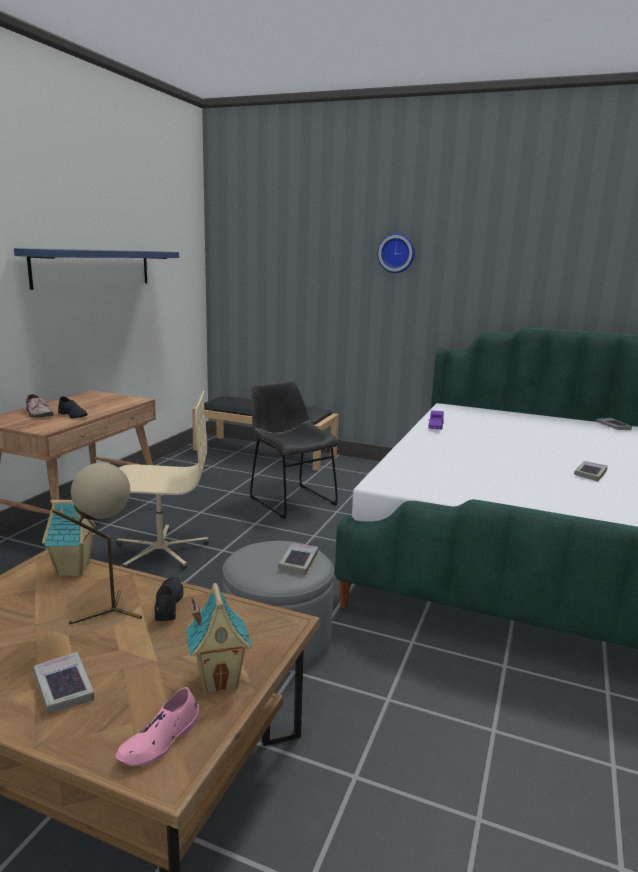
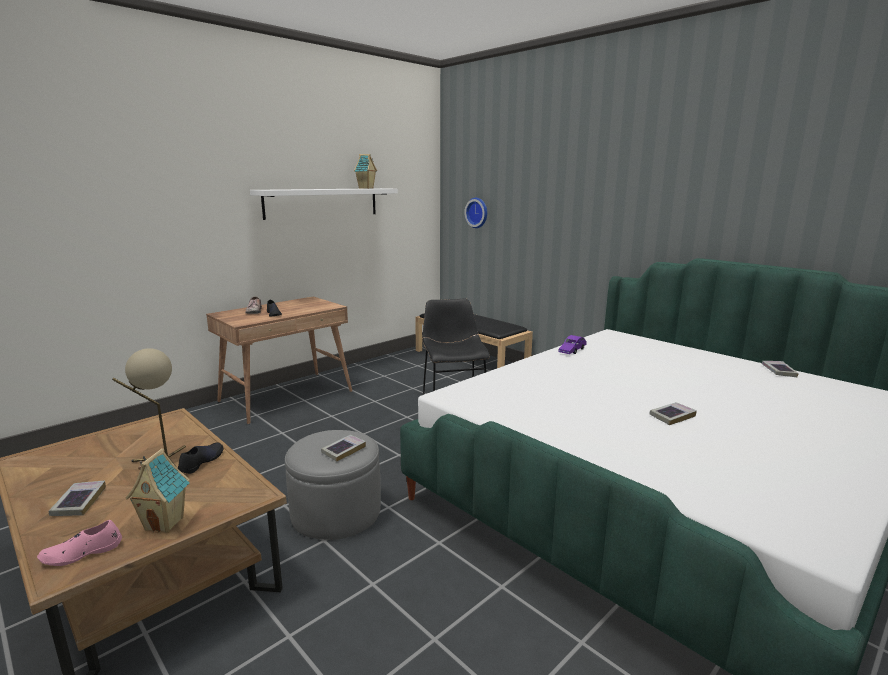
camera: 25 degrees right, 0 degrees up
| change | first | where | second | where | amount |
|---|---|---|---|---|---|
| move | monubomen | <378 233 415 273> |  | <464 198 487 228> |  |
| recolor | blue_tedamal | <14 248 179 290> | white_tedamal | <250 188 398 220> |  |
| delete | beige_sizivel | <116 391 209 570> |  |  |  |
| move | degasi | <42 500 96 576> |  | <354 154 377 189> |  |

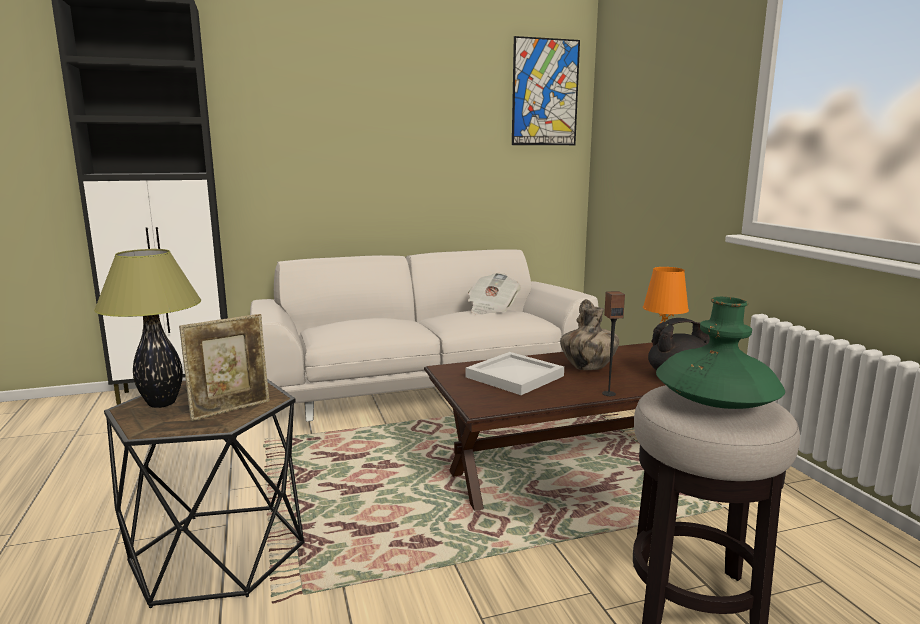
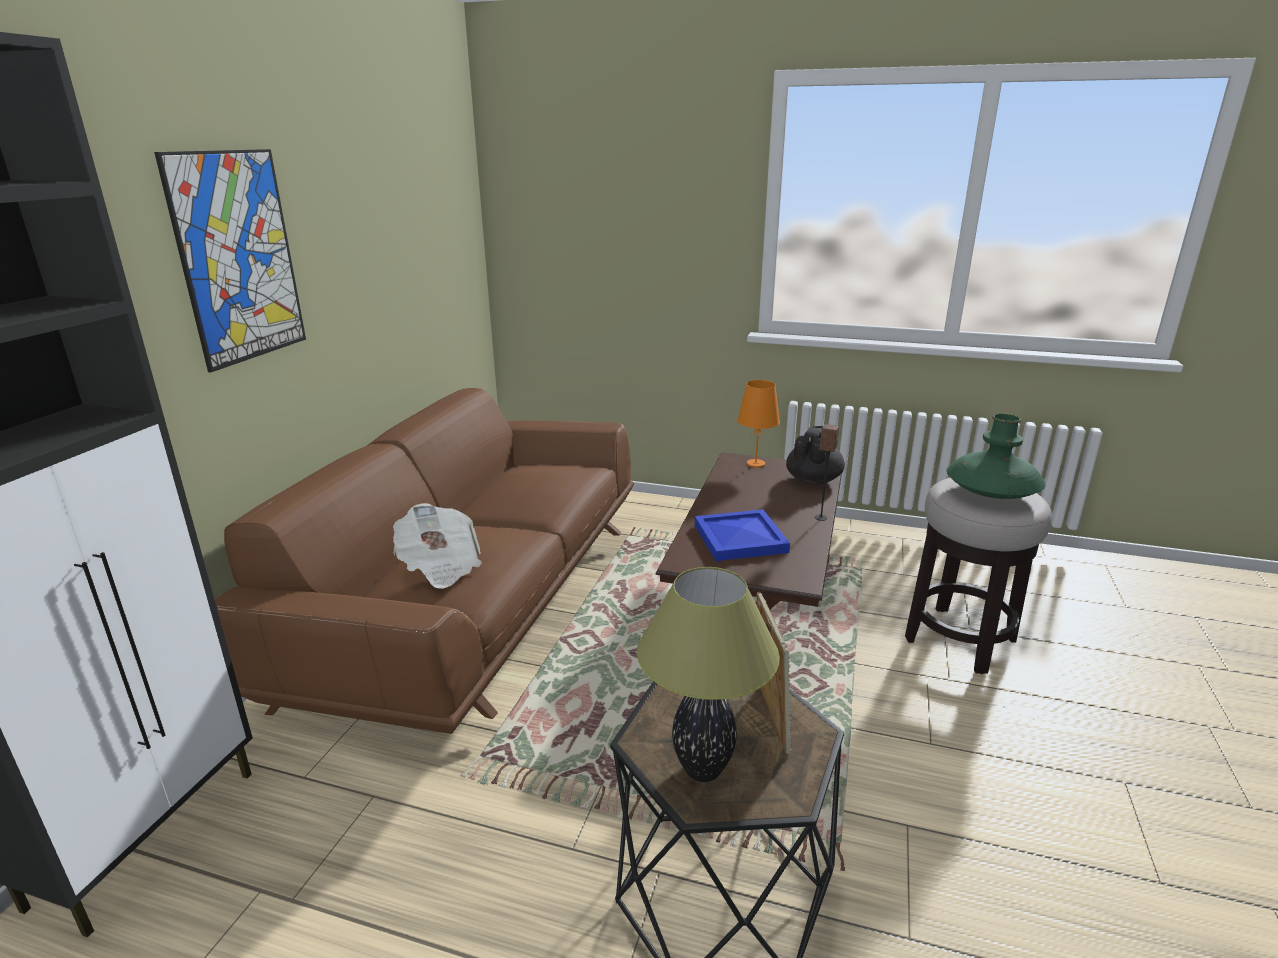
camera: 55 degrees left, 10 degrees up
| change | first | where | second | where | amount |
|---|---|---|---|---|---|
| move | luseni | <512 36 580 145> |  | <154 149 306 372> |  |
| recolor | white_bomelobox | <250 249 599 421> | brown_bomelobox | <214 388 634 734> |  |
| move | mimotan | <468 273 521 315> |  | <393 503 482 589> |  |
| delete | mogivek | <560 299 619 370> |  |  |  |
| recolor | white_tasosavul | <466 352 564 395> | blue_tasosavul | <695 509 790 561> |  |

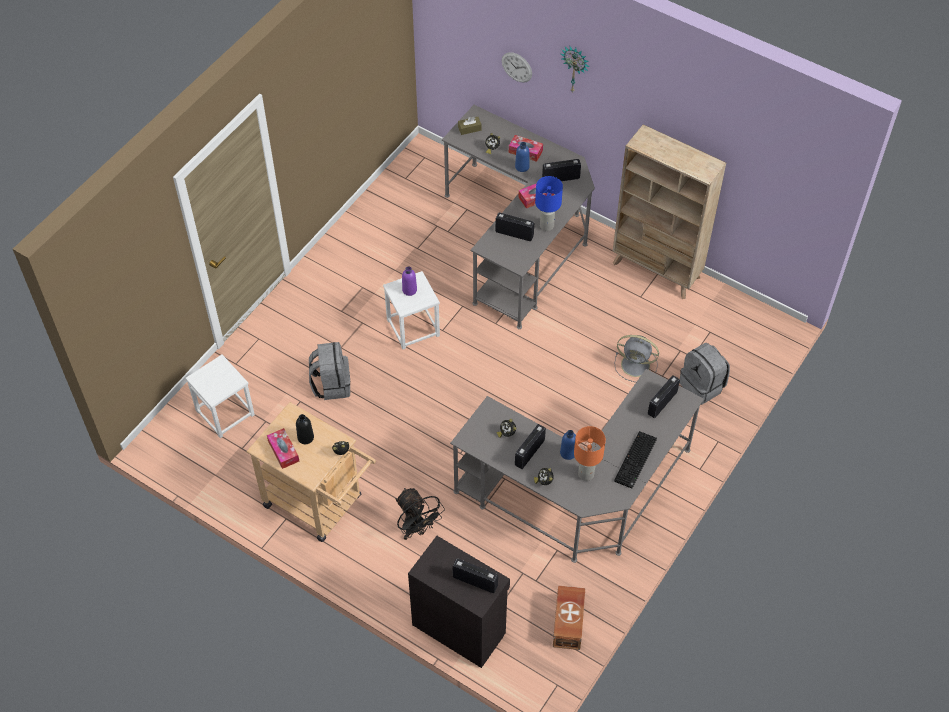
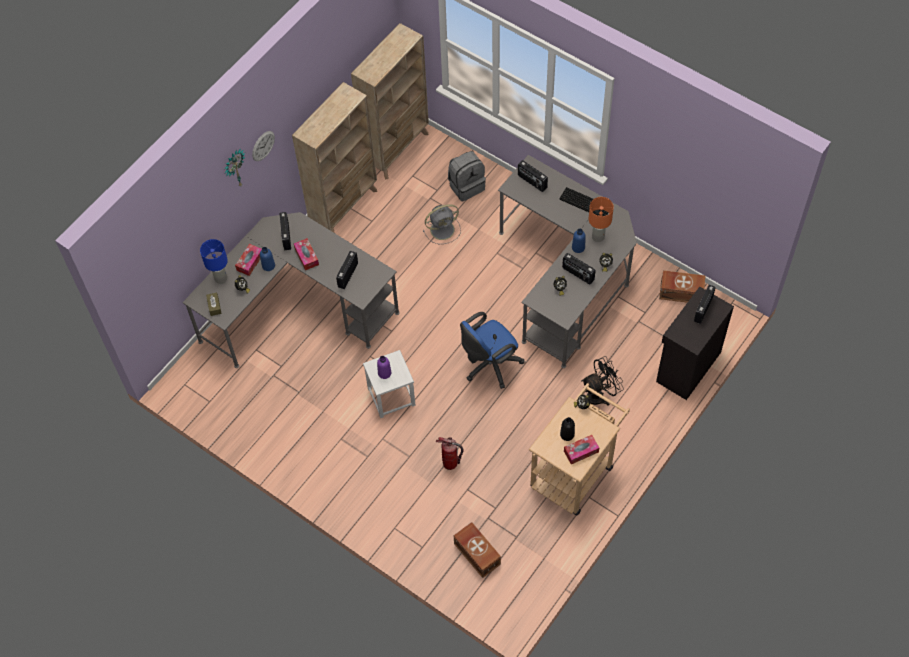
camera: 85 degrees left, 5 degrees up
| change | first | where | second | where | amount |
|---|---|---|---|---|---|
| move | monubomen | <502 52 532 83> |  | <252 131 275 161> |  |
| move | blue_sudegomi | <535 176 563 231> |  | <200 239 228 284> |  |
| rotate | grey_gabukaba | <614 335 659 382> |  | <423 204 461 244> | 45 degrees clockwise |
| replace | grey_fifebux | <309 342 350 400> | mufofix | <436 437 464 470> |  |
| replace | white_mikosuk | <185 355 255 438> | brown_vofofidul | <454 522 501 578> |  |
| insert |  |  | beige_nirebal | <351 23 429 179> |  |
| insert |  |  | blue_sizivel | <460 312 524 389> |  |

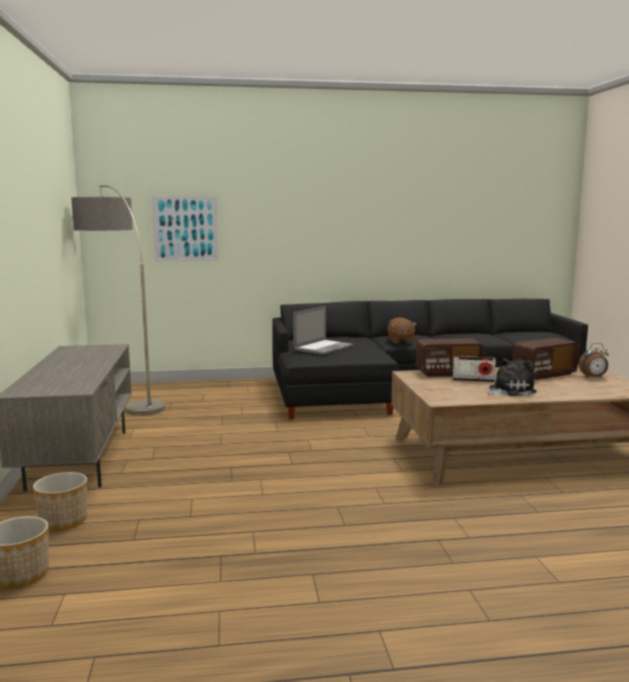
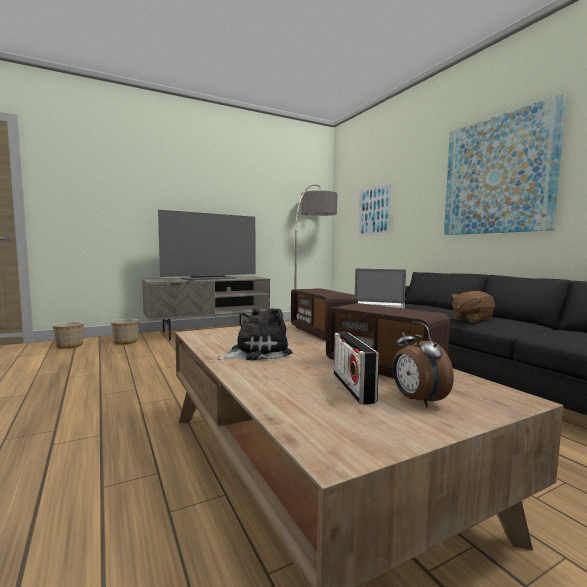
camera: 70 degrees right, 5 degrees down
| change | first | where | second | where | amount |
|---|---|---|---|---|---|
| move | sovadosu | <452 356 496 382> |  | <334 332 379 404> |  |
| rotate | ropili | <487 358 537 396> |  | <217 308 292 360> | 75 degrees counterclockwise |
| insert |  |  | luseni | <444 93 566 235> |  |
| insert |  |  | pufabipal | <158 210 255 281> |  |

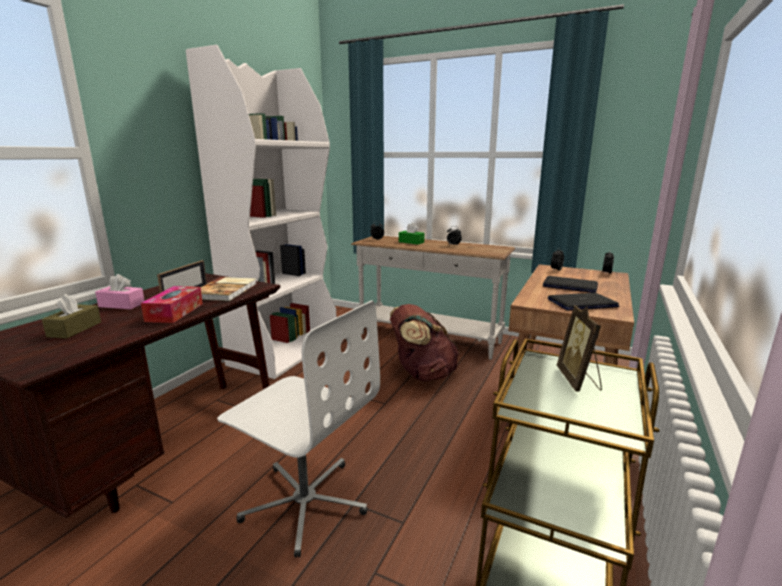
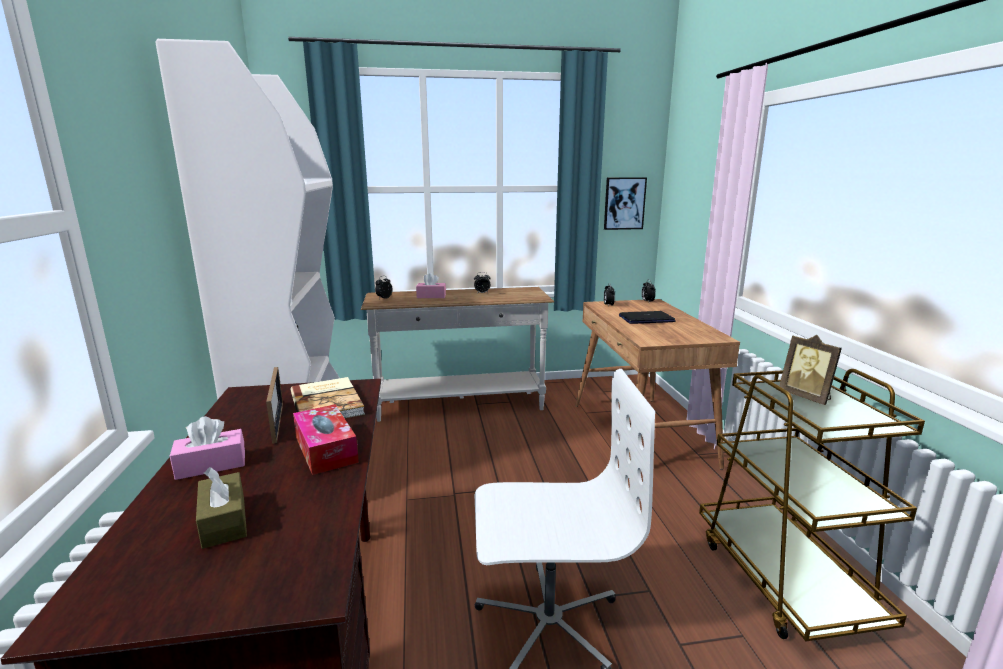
camera: 35 degrees left, 0 degrees up
| change | first | where | second | where | amount |
|---|---|---|---|---|---|
| recolor | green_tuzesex | <399 223 425 245> | pink_tuzesex | <416 273 446 298> |  |
| delete | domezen | <548 293 619 310> |  |  |  |
| delete | brown_fifebux | <390 304 460 382> |  |  |  |
| insert |  |  | luseni | <604 177 647 230> |  |

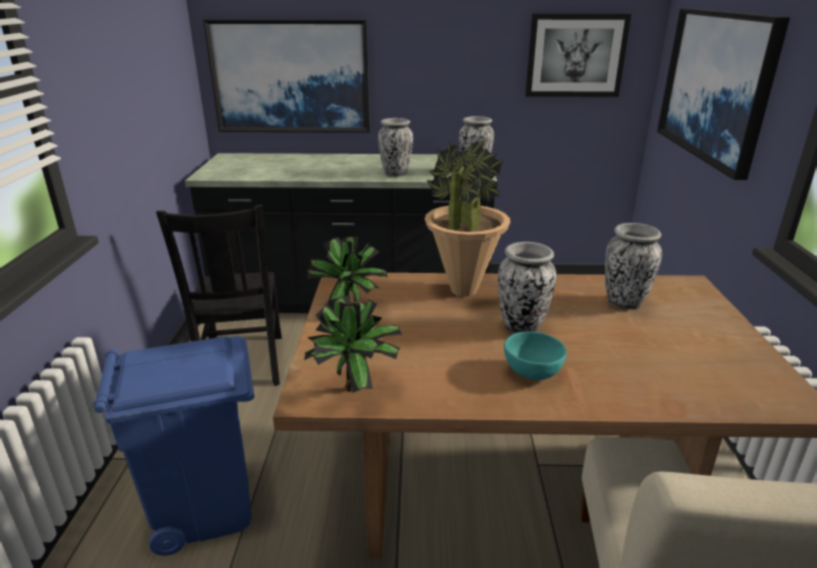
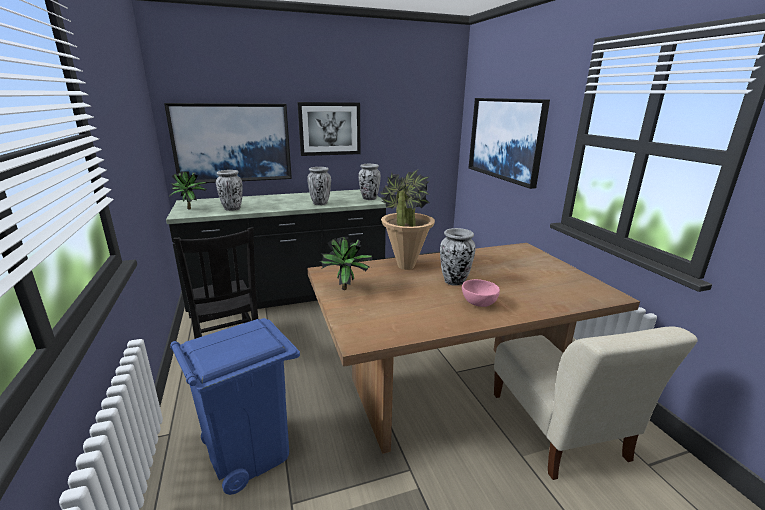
camera: 20 degrees left, 5 degrees down
| change | first | where | second | where | amount |
|---|---|---|---|---|---|
| move | luseni | <525 14 631 97> |  | <297 102 360 156> |  |
| move | mogivek | <605 223 662 310> |  | <216 170 242 211> |  |
| move | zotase | <304 296 402 393> |  | <169 171 207 209> |  |
| recolor | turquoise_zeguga | <504 331 567 380> | pink_zeguga | <462 279 500 307> |  |

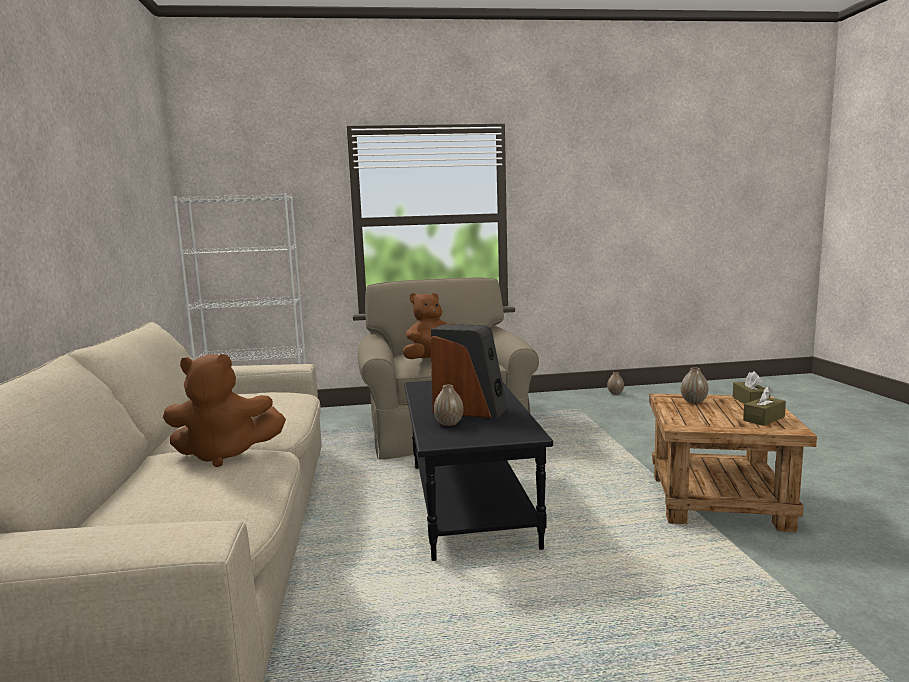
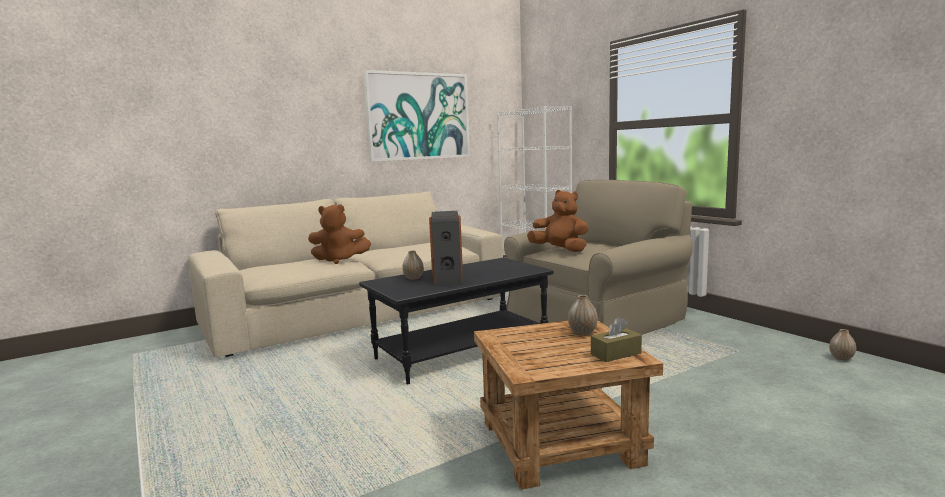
camera: 65 degrees right, 0 degrees up
| change | first | where | second | where | amount |
|---|---|---|---|---|---|
| rotate | brown_ropili | <163 354 286 467> |  | <308 204 371 264> | 60 degrees counterclockwise |
| delete | brown_tuzesex | <743 386 786 426> |  |  |  |
| insert |  |  | luseni | <363 70 470 162> |  |

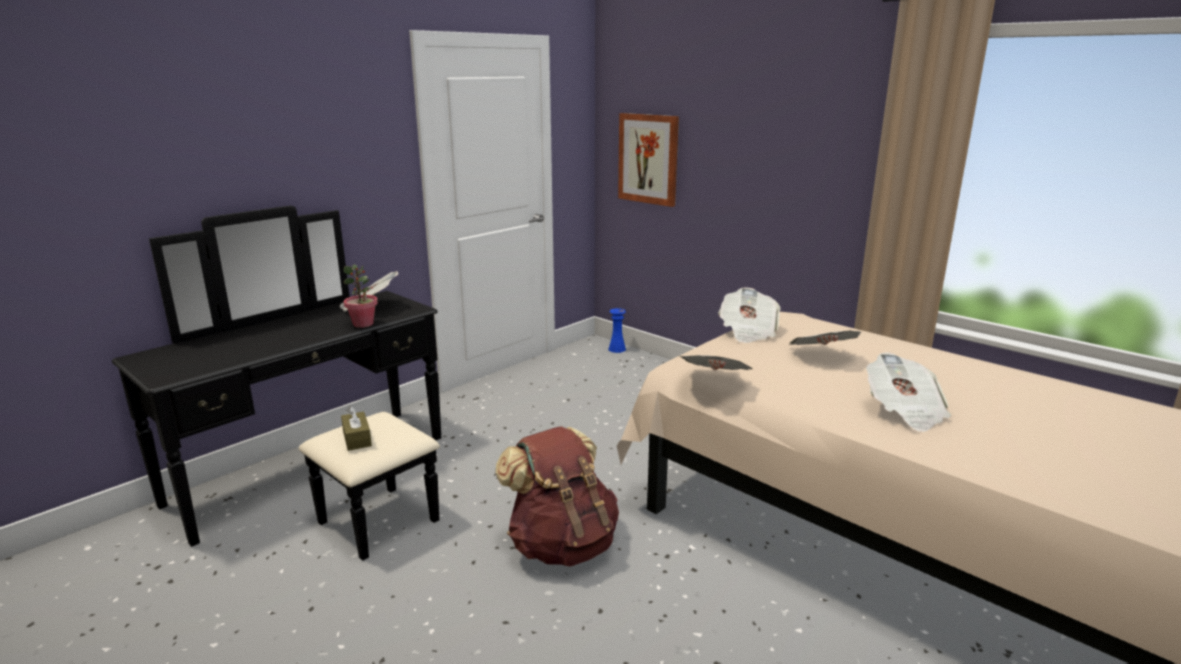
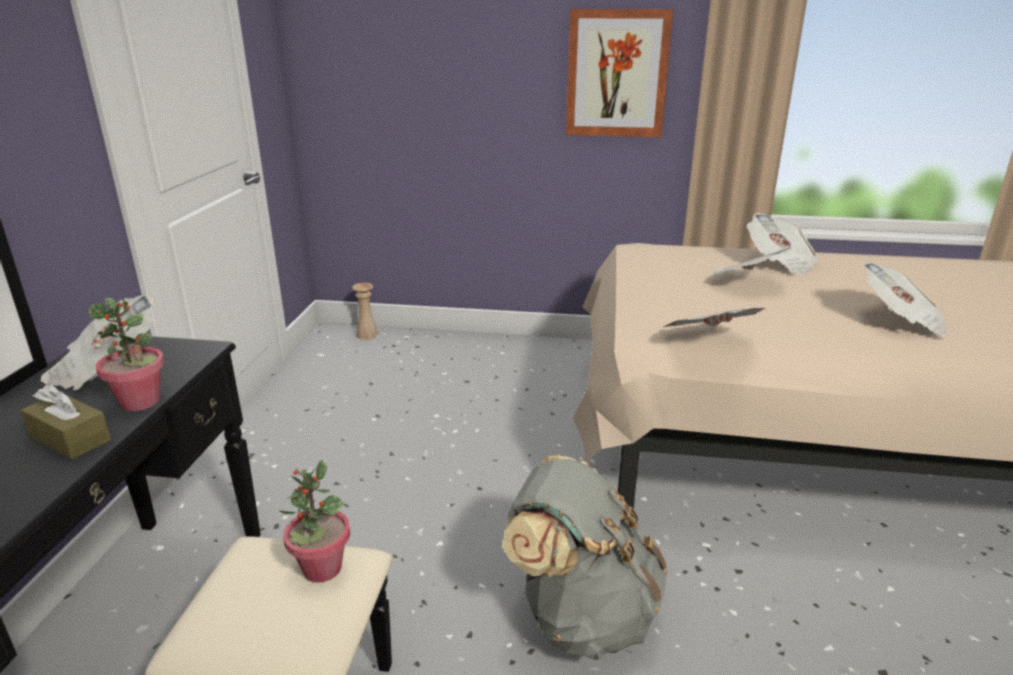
camera: 35 degrees left, 5 degrees up
| change | first | where | second | where | amount |
|---|---|---|---|---|---|
| move | luseni | <618 113 679 207> |  | <566 9 674 137> |  |
| move | mimotan | <718 287 781 343> |  | <747 213 820 276> |  |
| recolor | blue_mogivek | <608 308 626 353> | beige_mogivek | <352 283 378 340> |  |
| move | brown_tuzesex | <341 406 372 451> |  | <21 384 111 460> |  |
| recolor | brown_fifebux | <495 426 619 567> | grey_fifebux | <502 456 668 660> |  |
| insert |  |  | zotase | <279 459 350 583> |  |

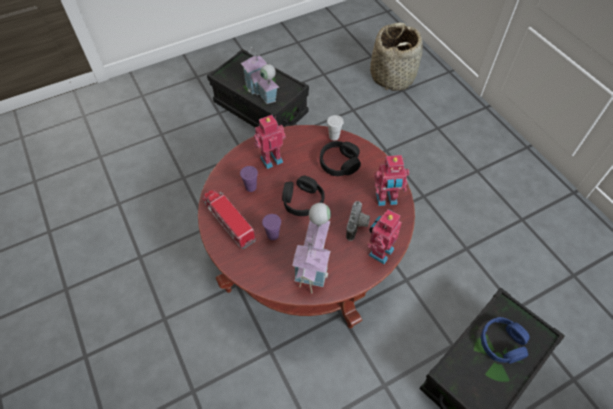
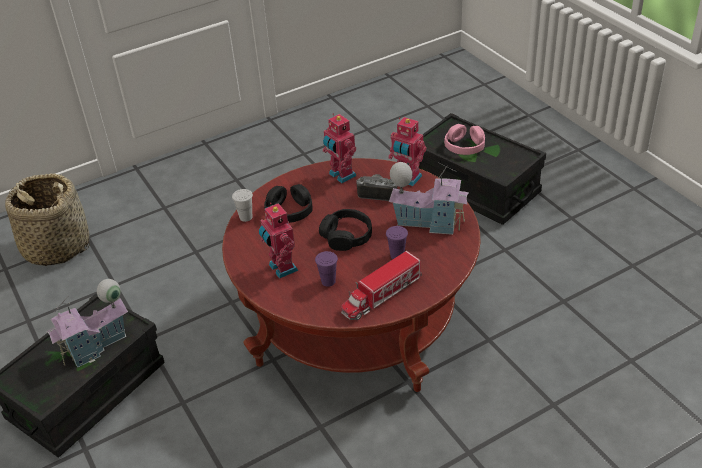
camera: 90 degrees left, 15 degrees down
| change | first | where | second | where | amount |
|---|---|---|---|---|---|
| rotate | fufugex | <374 155 409 206> |  | <323 114 356 183> | 150 degrees clockwise |
| recolor | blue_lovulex | <481 317 530 364> | pink_lovulex | <444 124 485 155> |  |

